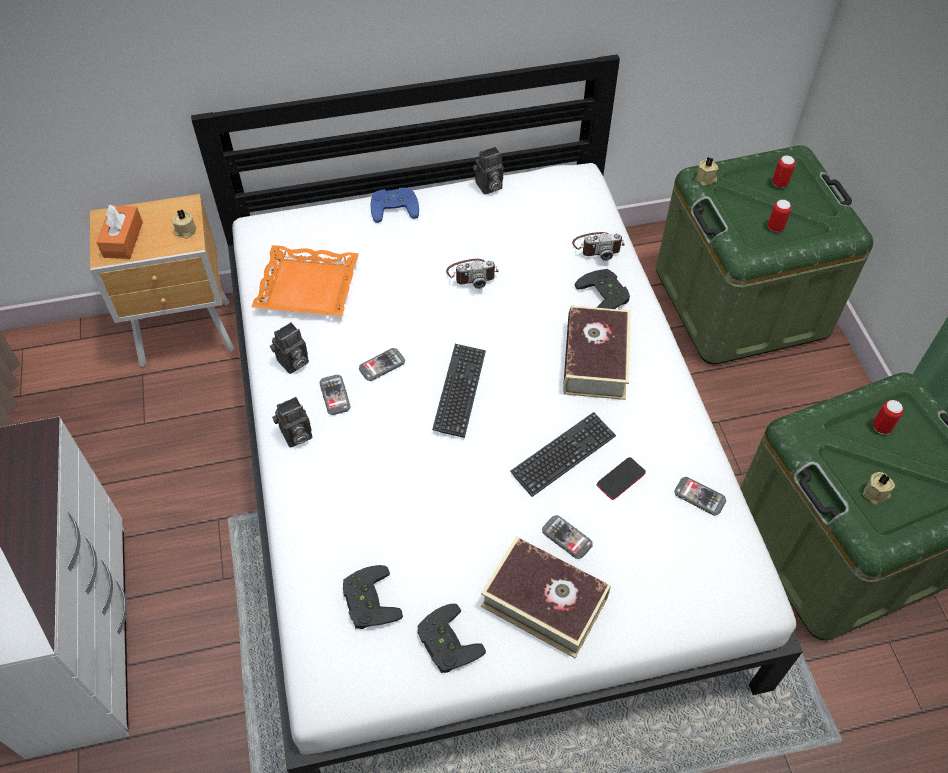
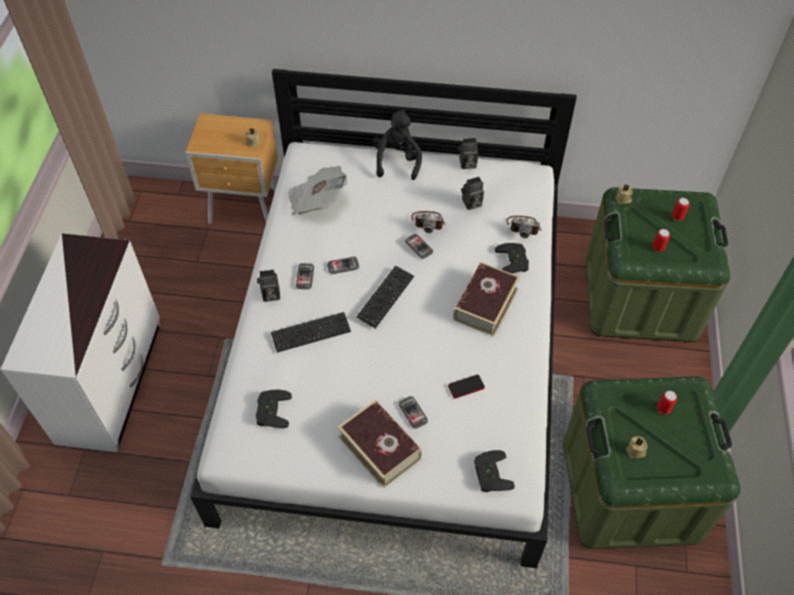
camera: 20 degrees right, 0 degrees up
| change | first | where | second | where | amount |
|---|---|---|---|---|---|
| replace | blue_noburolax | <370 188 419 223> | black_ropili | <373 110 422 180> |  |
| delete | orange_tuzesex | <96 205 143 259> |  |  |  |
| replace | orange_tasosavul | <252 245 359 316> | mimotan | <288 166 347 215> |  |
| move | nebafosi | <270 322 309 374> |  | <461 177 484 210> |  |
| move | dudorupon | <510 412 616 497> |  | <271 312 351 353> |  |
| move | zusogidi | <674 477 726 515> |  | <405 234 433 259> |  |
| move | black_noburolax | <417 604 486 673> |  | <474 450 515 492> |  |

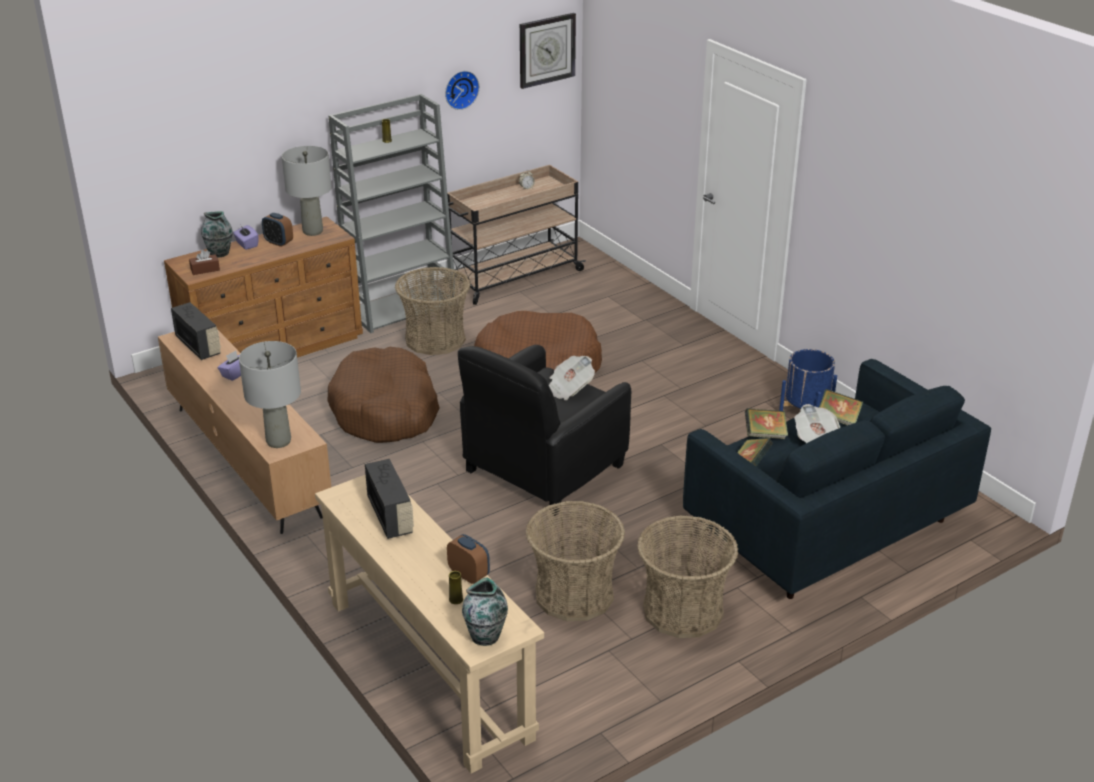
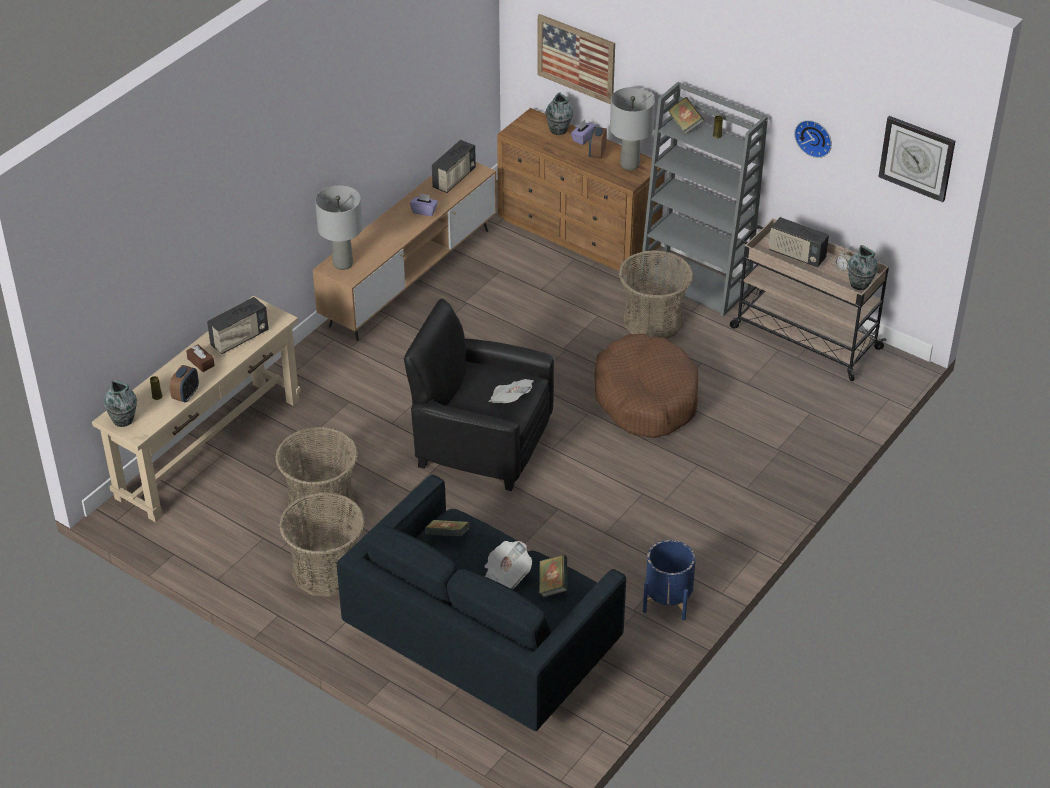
camera: 70 degrees right, 10 degrees up
| change | first | where | second | where | amount |
|---|---|---|---|---|---|
| move | brown_tuzesex | <189 250 220 275> |  | <186 344 215 372> |  |
| delete | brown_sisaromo | <328 347 439 443> |  |  |  |
| move | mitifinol | <745 408 788 439> |  | <668 97 705 135> |  |
| insert |  |  | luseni | <537 14 615 104> |  |
| insert |  |  | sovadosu | <769 217 829 267> |  |
| insert |  |  | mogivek | <848 245 878 290> |  |

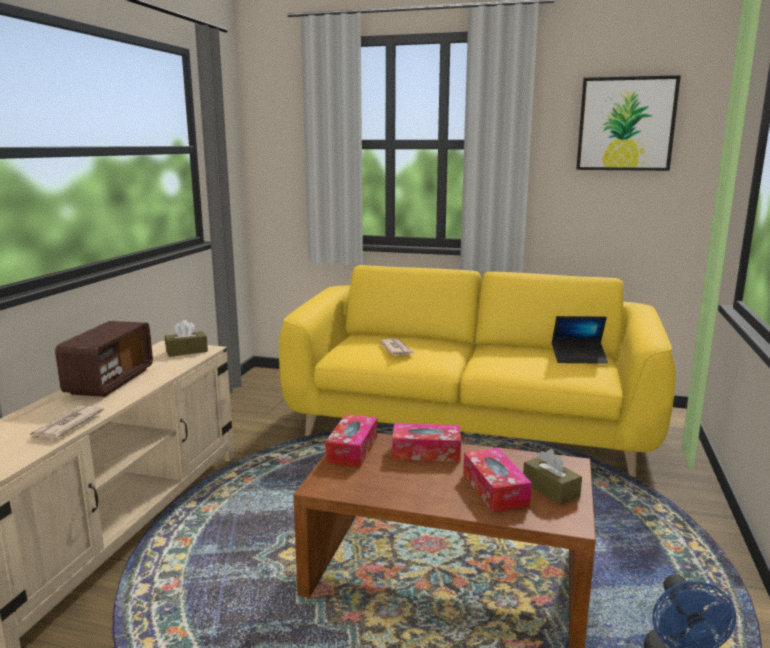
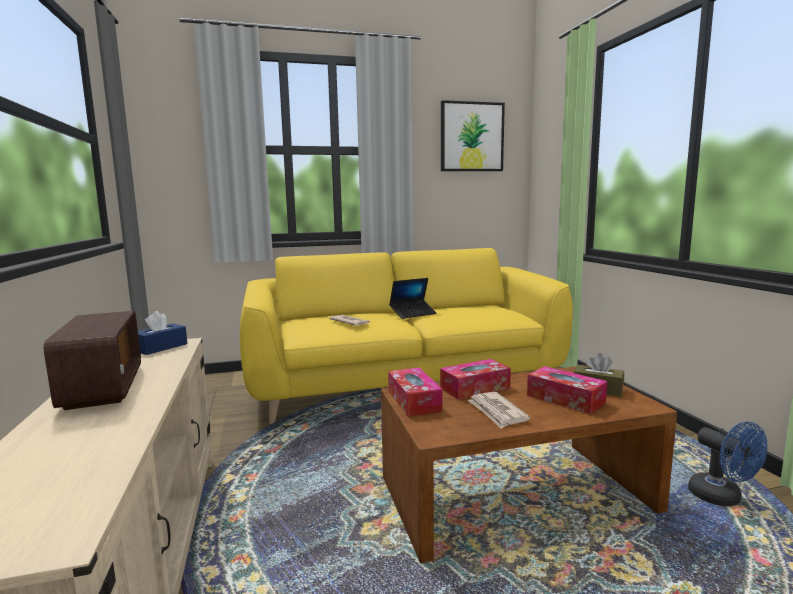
camera: 30 degrees left, 5 degrees down
| change | first | where | second | where | amount |
|---|---|---|---|---|---|
| move | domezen | <552 316 608 364> |  | <389 278 436 319> |  |
| recolor | brown_tuzesex | <165 320 208 357> | blue_tuzesex | <138 311 187 355> |  |
| move | mimotan | <29 406 104 439> |  | <468 392 530 429> |  |

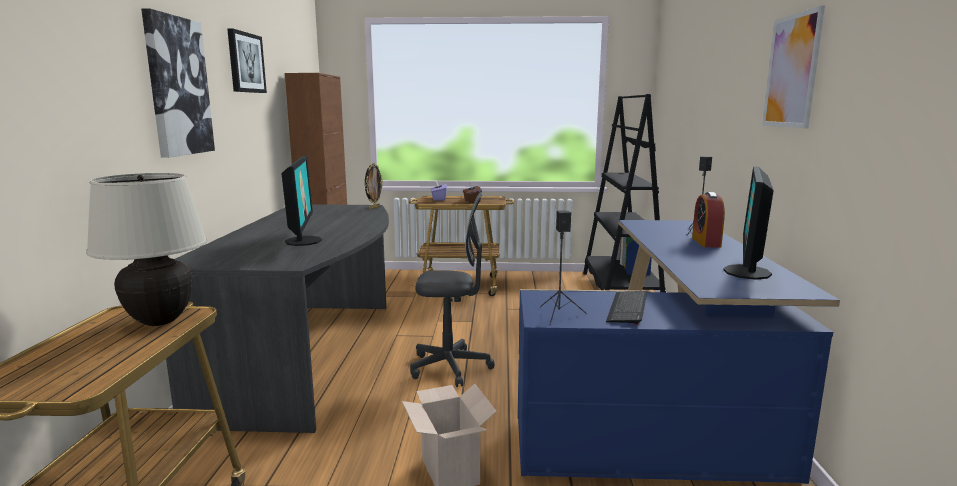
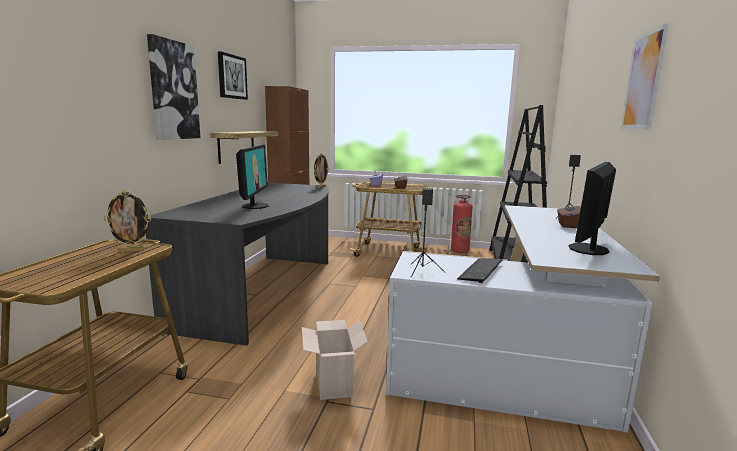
camera: 10 degrees right, 0 degrees up
| change | first | where | second | where | amount |
|---|---|---|---|---|---|
| replace | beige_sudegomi | <86 173 207 326> | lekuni | <104 190 151 253> |  |
| delete | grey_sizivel | <410 192 495 387> |  |  |  |
| replace | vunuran | <692 192 725 248> | brown_tuzesex | <557 202 581 228> |  |
| recolor | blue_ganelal | <518 220 840 484> | white_ganelal | <386 205 660 433> |  |
| insert |  |  | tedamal | <210 131 279 164> |  |
| insert |  |  | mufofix | <451 195 472 253> |  |

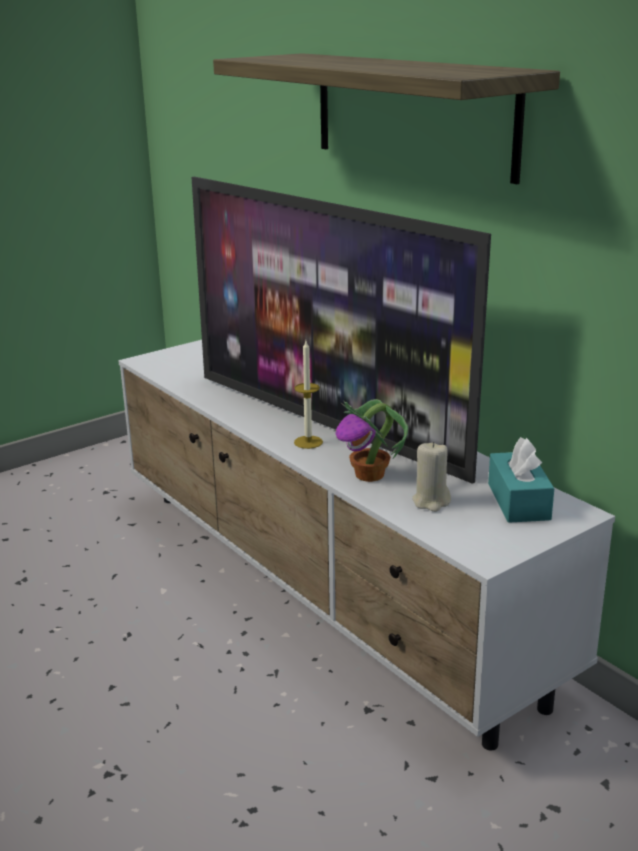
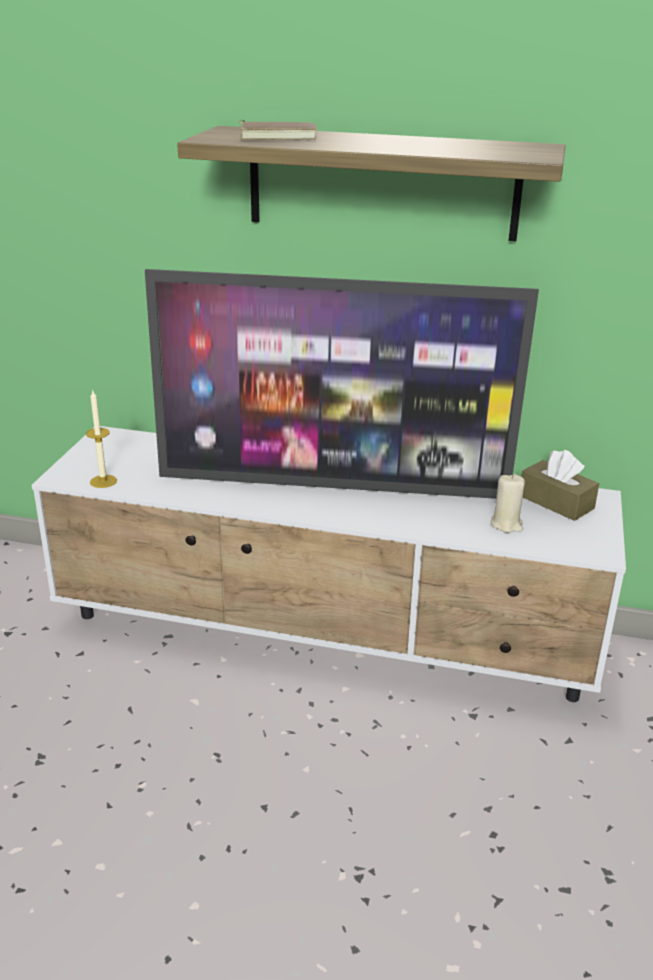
camera: 40 degrees left, 5 degrees up
| change | first | where | second | where | amount |
|---|---|---|---|---|---|
| move | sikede | <294 341 323 449> |  | <86 391 117 488> |  |
| delete | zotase | <335 399 408 482> |  |  |  |
| recolor | turquoise_tuzesex | <488 437 554 523> | brown_tuzesex | <521 450 599 521> |  |
| insert |  |  | brown_mitifinol | <239 120 318 140> |  |

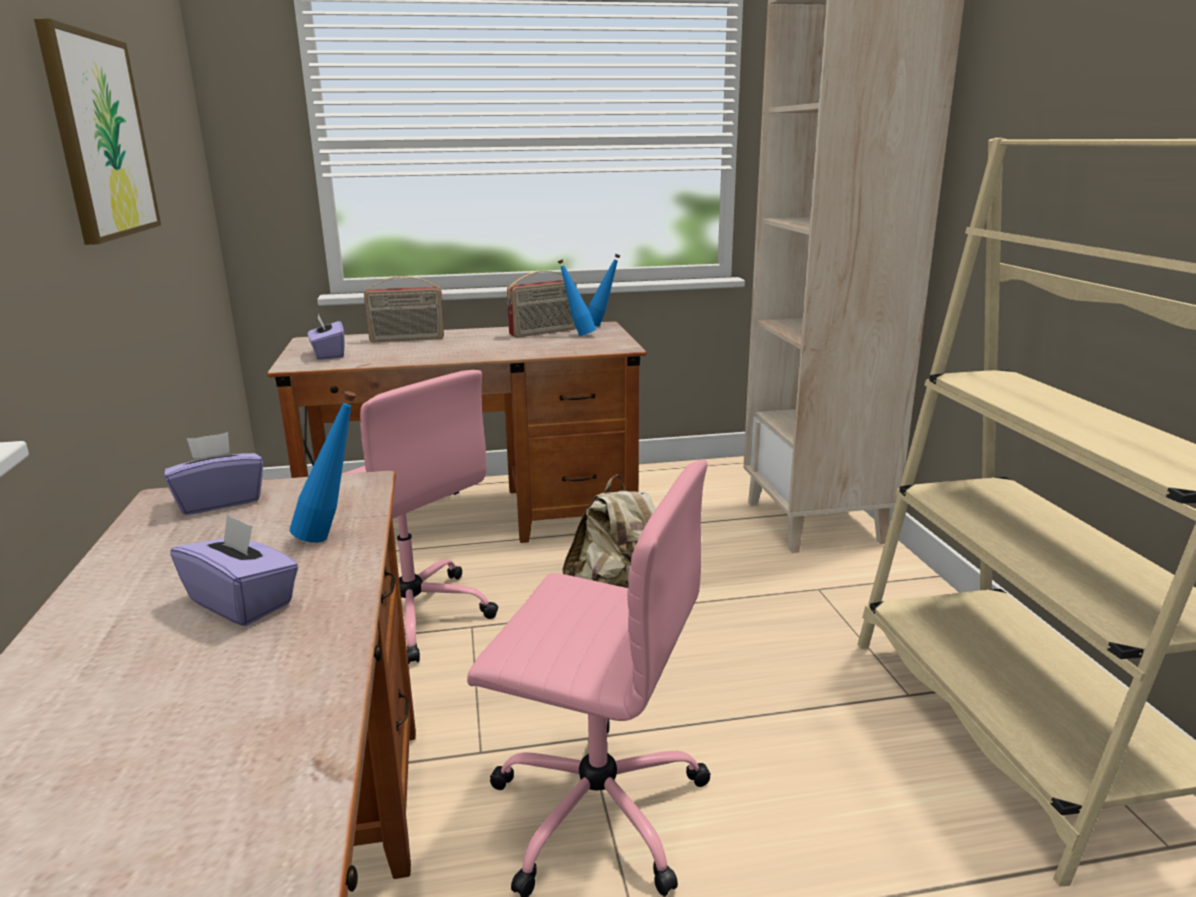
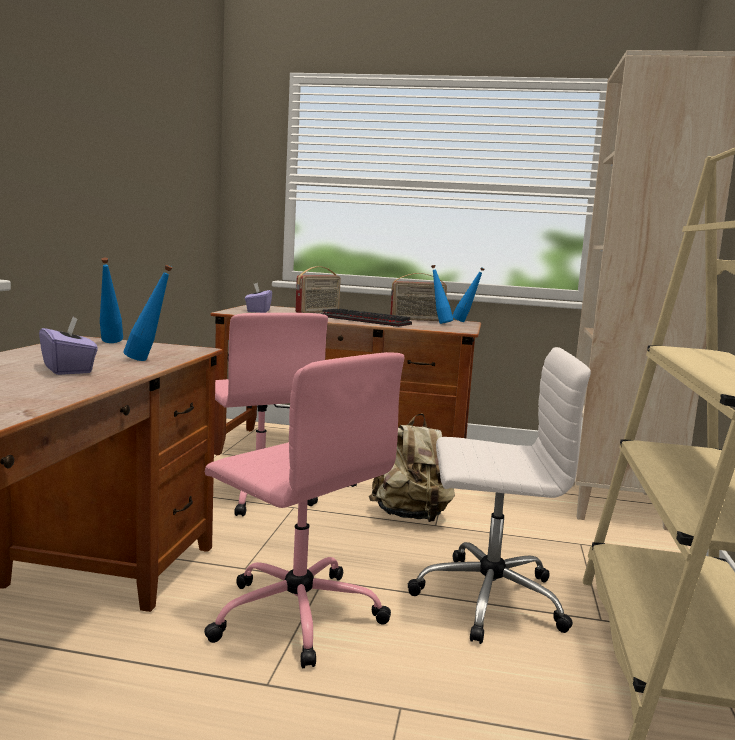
camera: 20 degrees right, 10 degrees down
| change | first | where | second | where | amount |
|---|---|---|---|---|---|
| delete | luseni | <34 18 161 245> |  |  |  |
| rotate | sovadosu | <364 276 444 342> |  | <295 266 341 313> | 60 degrees counterclockwise |
| replace | purple_tuzesex | <165 432 264 515> | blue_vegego | <100 258 123 343> |  |
| insert |  |  | dudorupon | <321 309 412 327> |  |
| insert |  |  | white_sizivel | <408 347 591 644> |  |

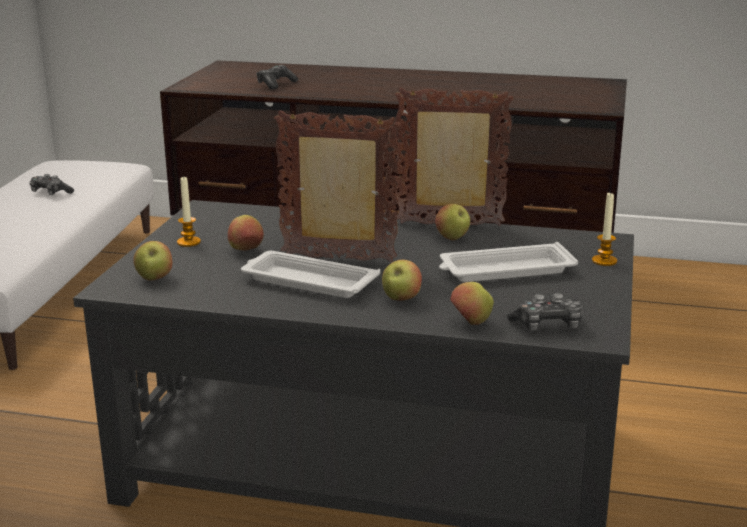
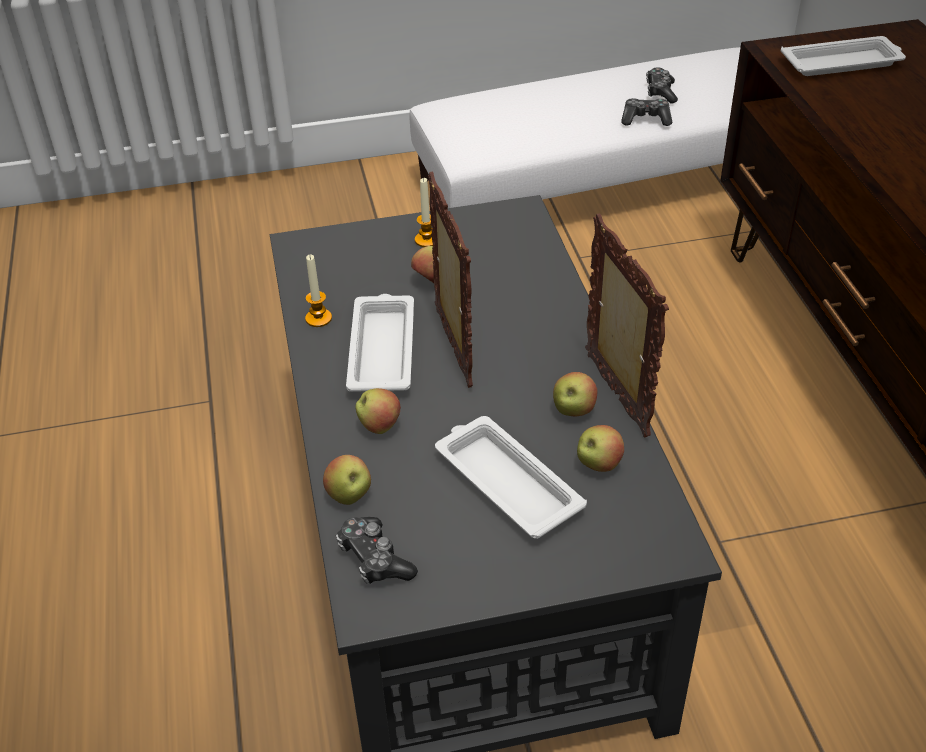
camera: 65 degrees right, 20 degrees up
| change | first | where | second | where | amount |
|---|---|---|---|---|---|
| move | noburolax | <256 65 299 90> |  | <621 98 672 126> |  |
| move | sikede | <592 192 617 266> |  | <305 254 332 327> |  |
| move | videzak | <133 241 172 281> |  | <577 425 624 472> |  |
| insert |  |  | white_tasosavul | <781 36 906 76> |  |

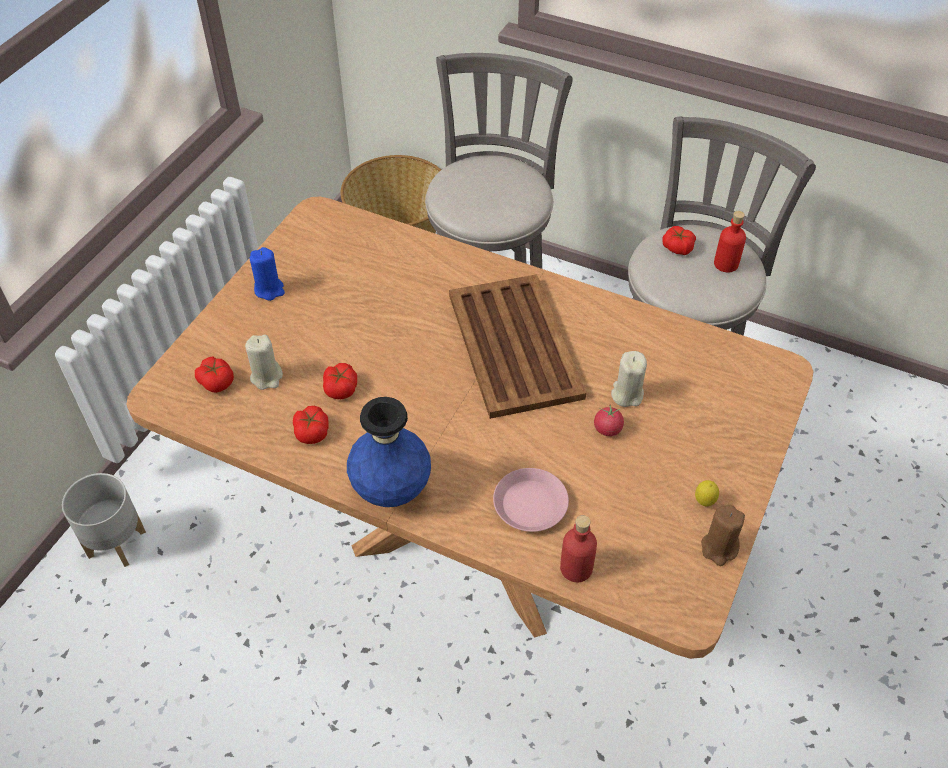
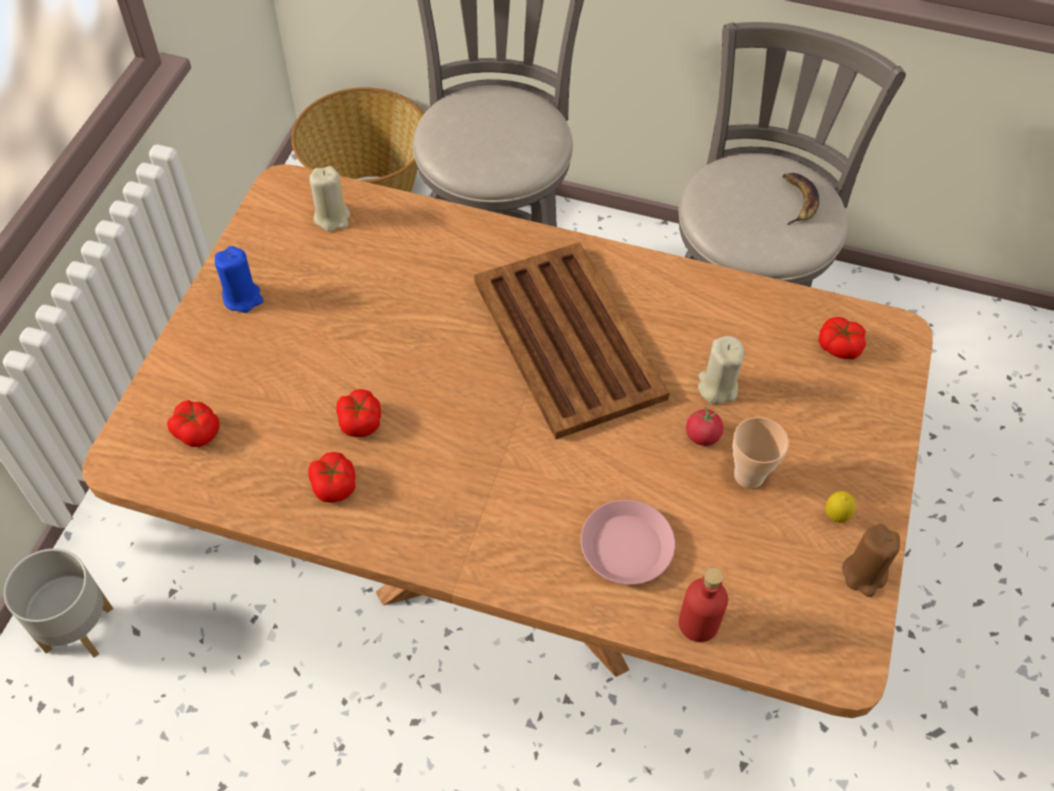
camera: 10 degrees left, 5 degrees up
| change | first | where | second | where | amount |
|---|---|---|---|---|---|
| replace | red_vegego | <714 211 746 273> | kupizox | <783 173 819 225> |  |
| move | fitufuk | <662 226 696 255> |  | <818 317 866 359> |  |
| move | beige_sikede | <245 335 283 390> |  | <310 166 350 231> |  |
| delete | blue_mogivek | <347 397 431 507> |  |  |  |
| insert |  |  | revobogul | <733 417 789 489> |  |

